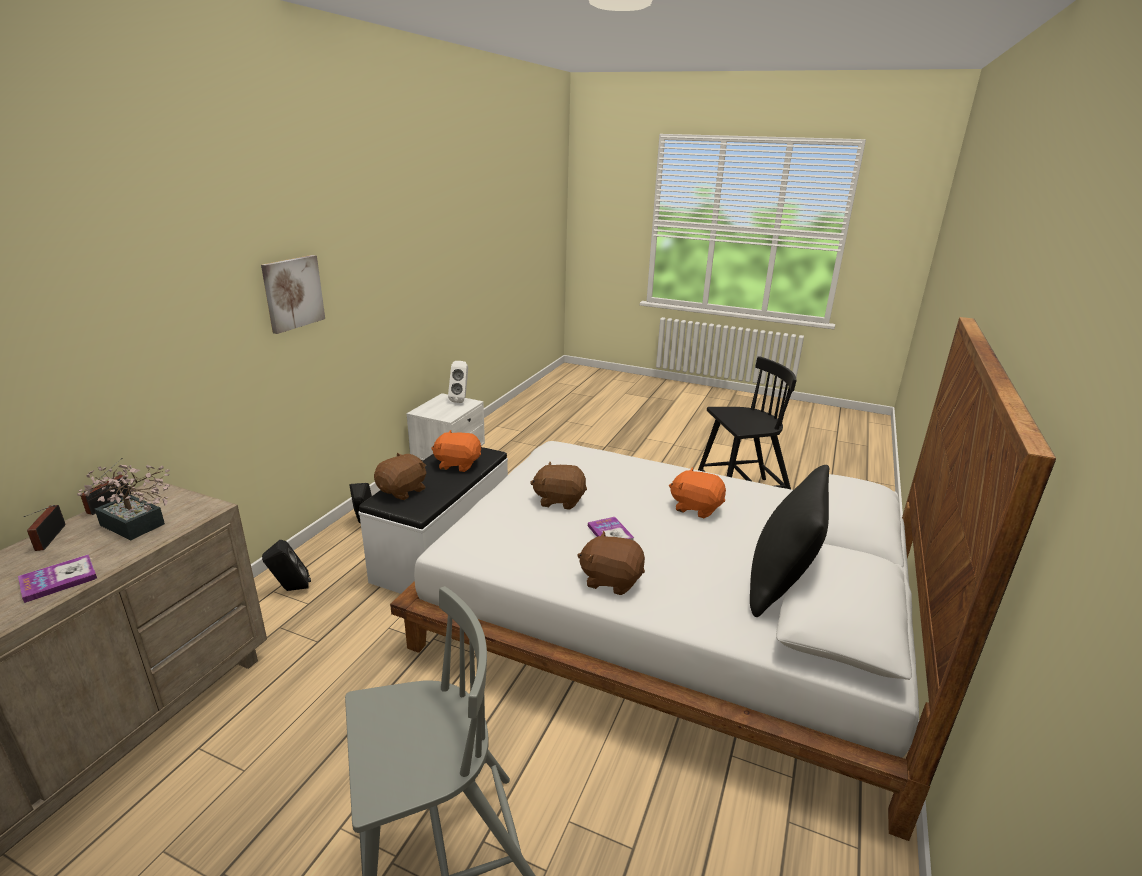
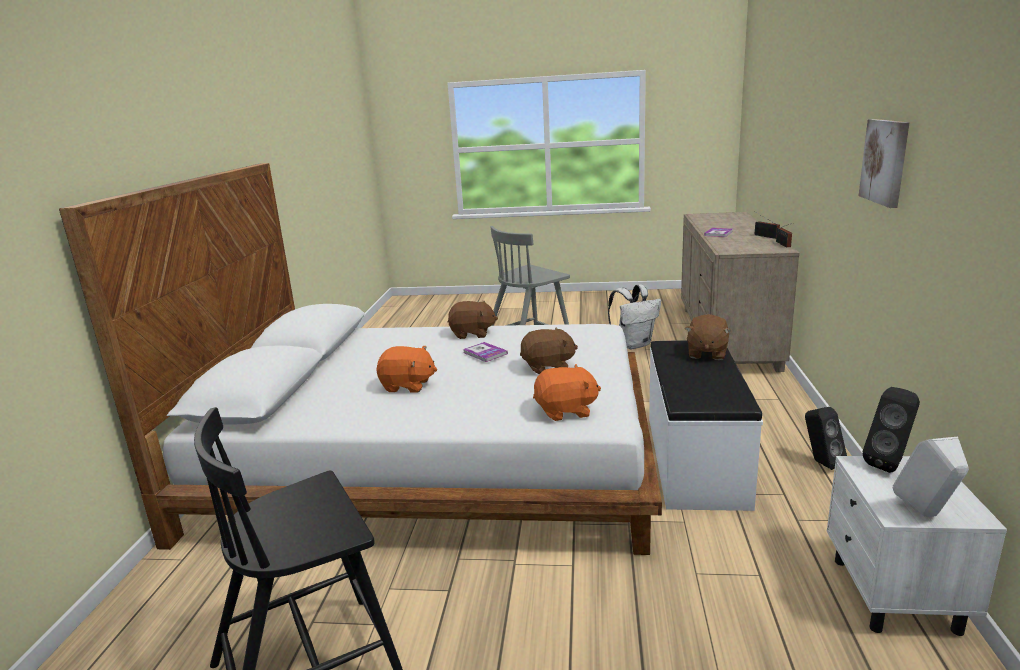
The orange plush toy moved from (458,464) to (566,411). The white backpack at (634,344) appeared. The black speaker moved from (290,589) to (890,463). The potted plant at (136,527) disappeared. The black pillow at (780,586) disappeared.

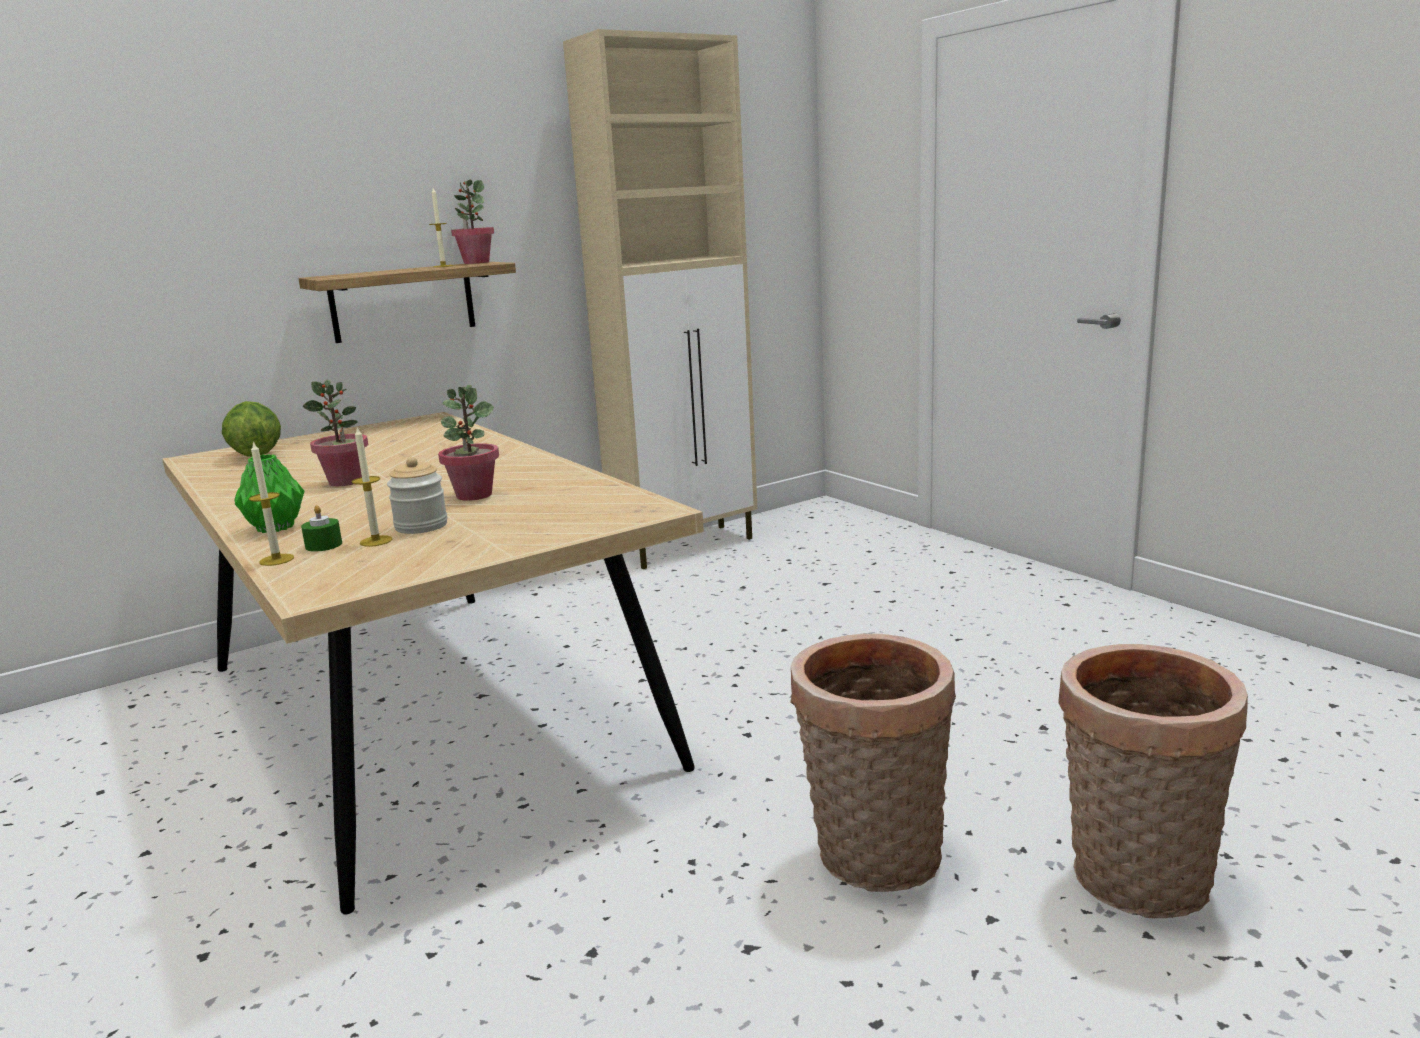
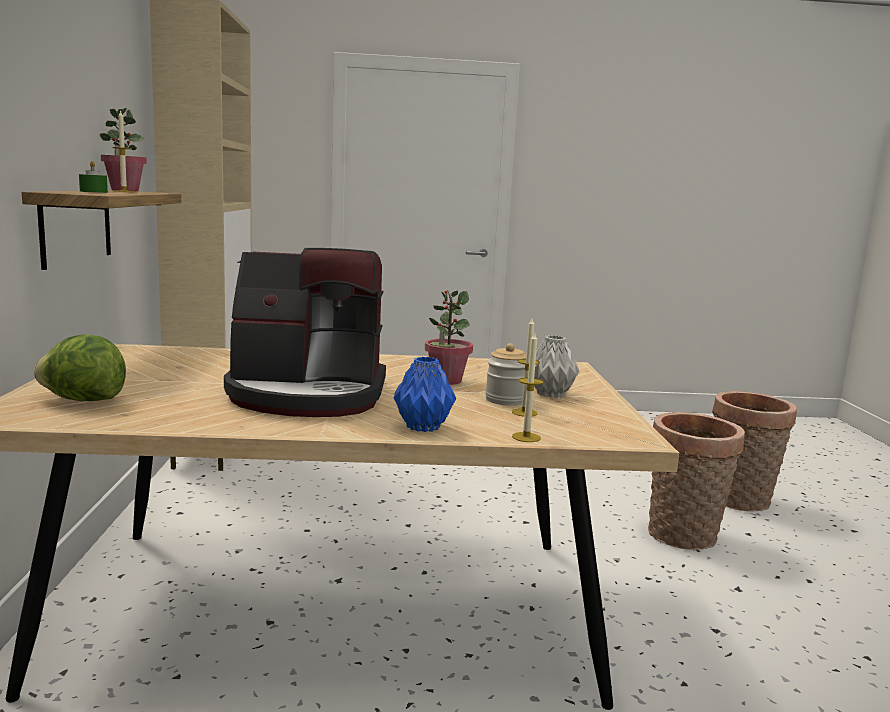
The green candle moved from (323,545) to (93,192). The potted plant at (346,482) was replaced by the coffee machine at (308,395). The green vase at (276,527) became the blue vase at (422,427). The grey vase at (551,394) appeared.

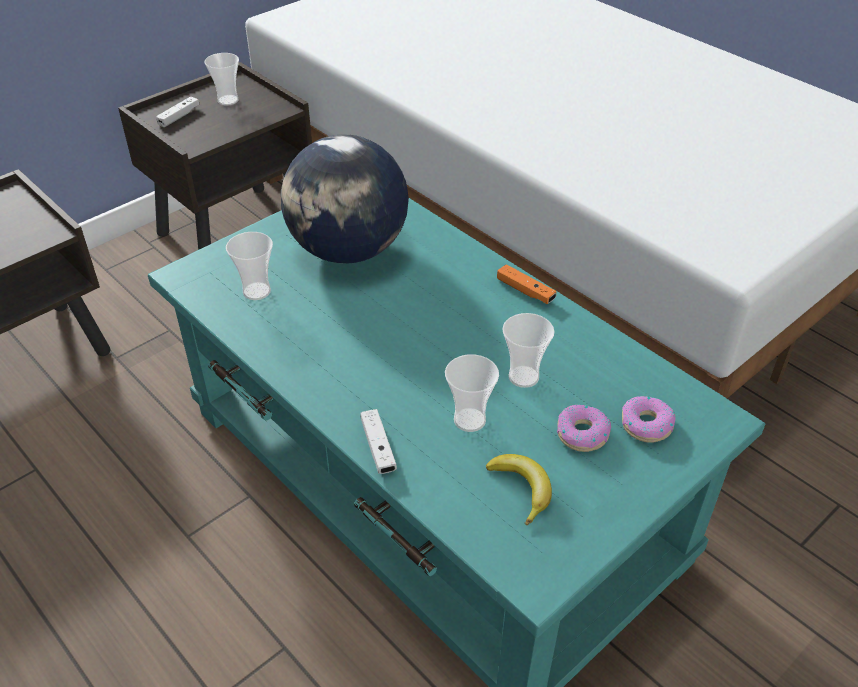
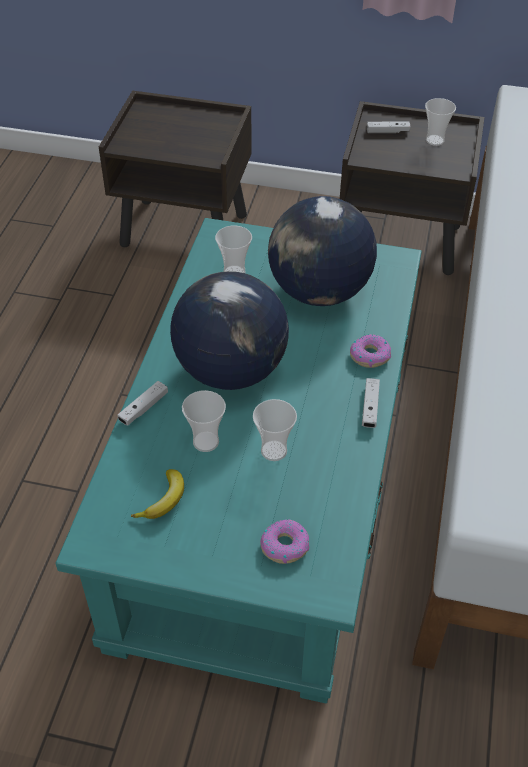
The globe at (231,370) appeared. The donut moved from (582,433) to (369,355). The orange game controller at (525,291) became the white game controller at (370,408).

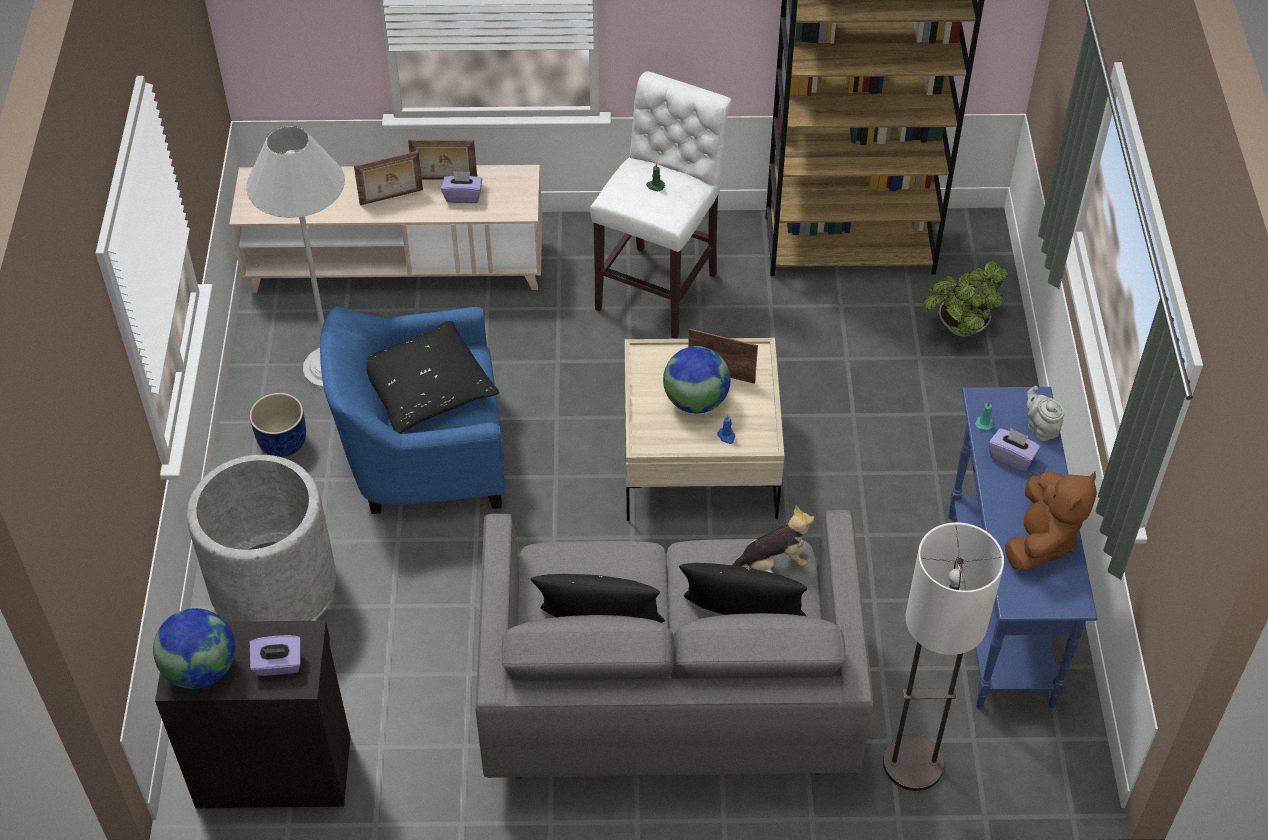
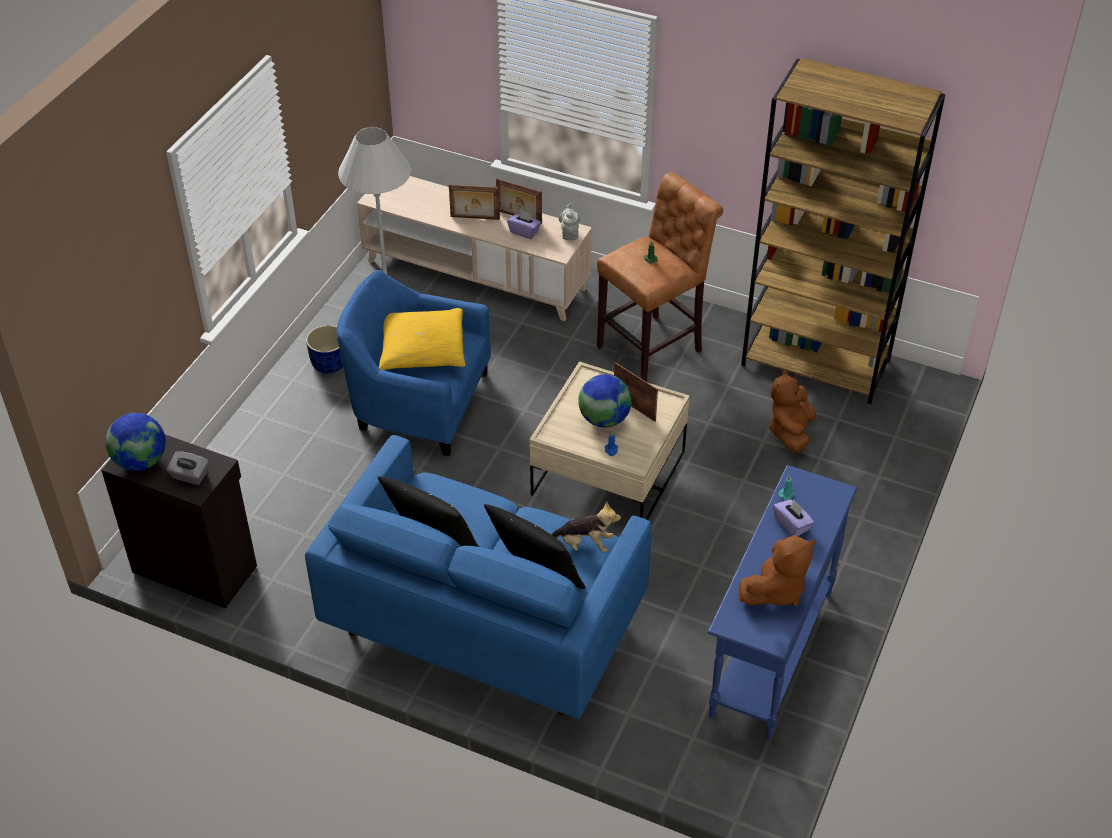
The purple tissue box at (278,665) became the grey tissue box at (189,476). The grey sofa at (667,699) became the blue sofa at (484,623). The black pillow at (426,388) became the yellow pillow at (422,349). The grey teapot moved from (1040,428) to (569,233). The white stool at (660,287) became the brown stool at (654,347). The brown plush toy at (790,432) appeared. The grey planter at (273,584) disappeared. The floor lamp at (912,764) disappeared. The potted plant at (959,328) disappeared.

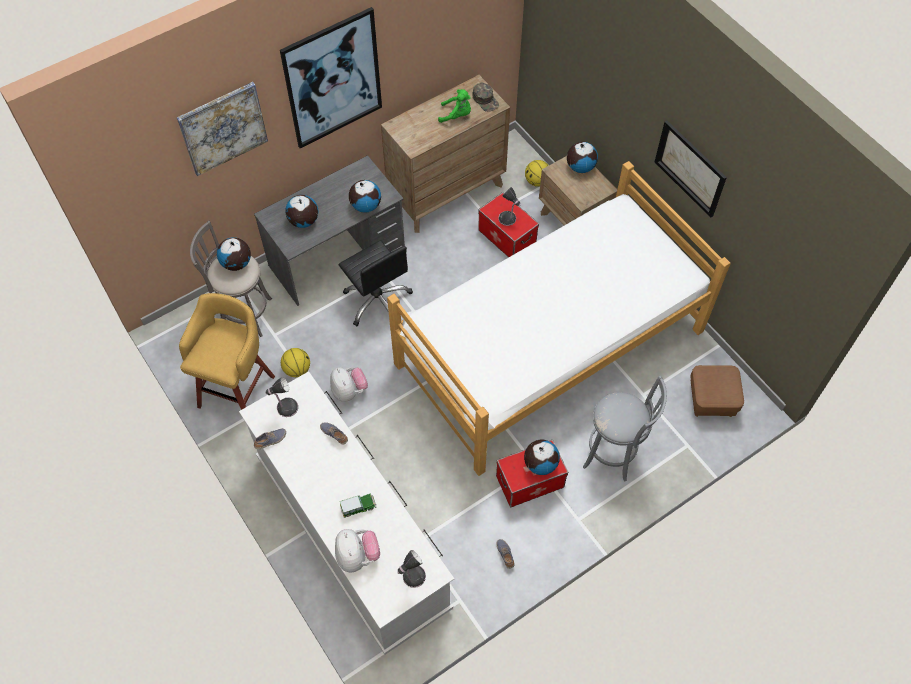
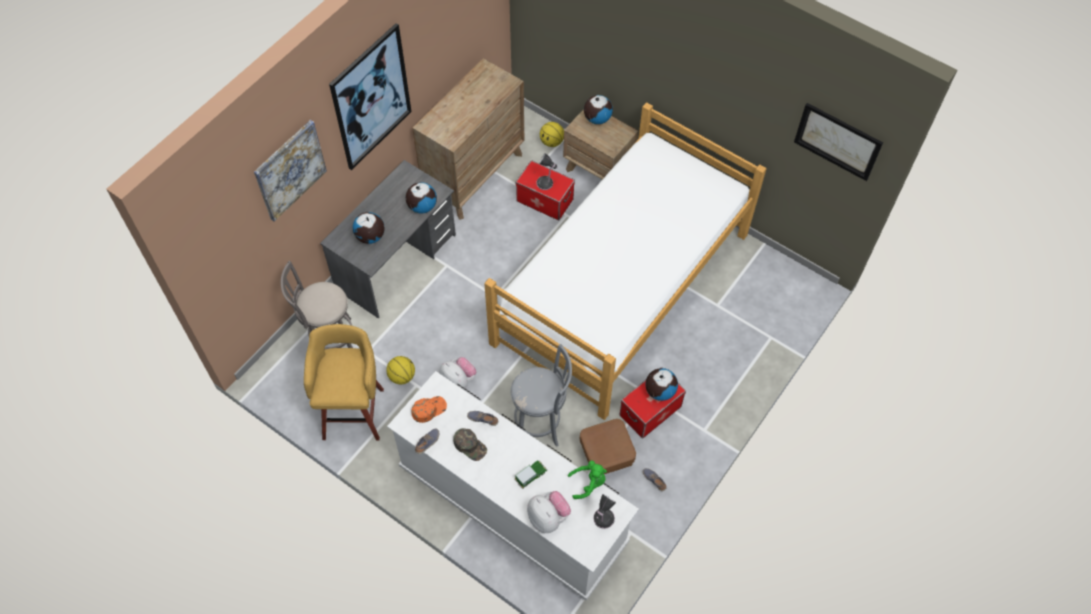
The table lamp at (286,407) was replaced by the orange cap at (428,409). The green cap moved from (485,100) to (470,445). The grey stool moved from (614,454) to (540,424). The green plush toy moved from (457,115) to (588,483). The brown ottoman moved from (711,400) to (606,456). The picture moved from (690,168) to (837,141). The globe at (237,263) disappeared. The black office chair at (378,301) disappeared.

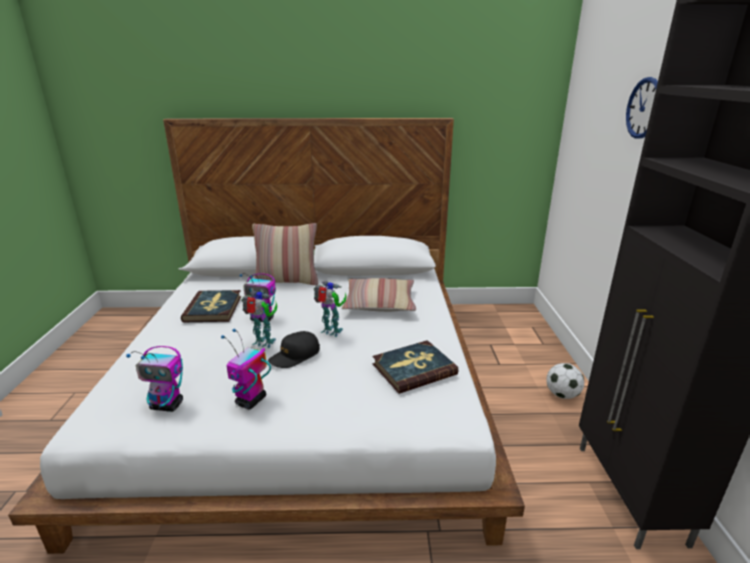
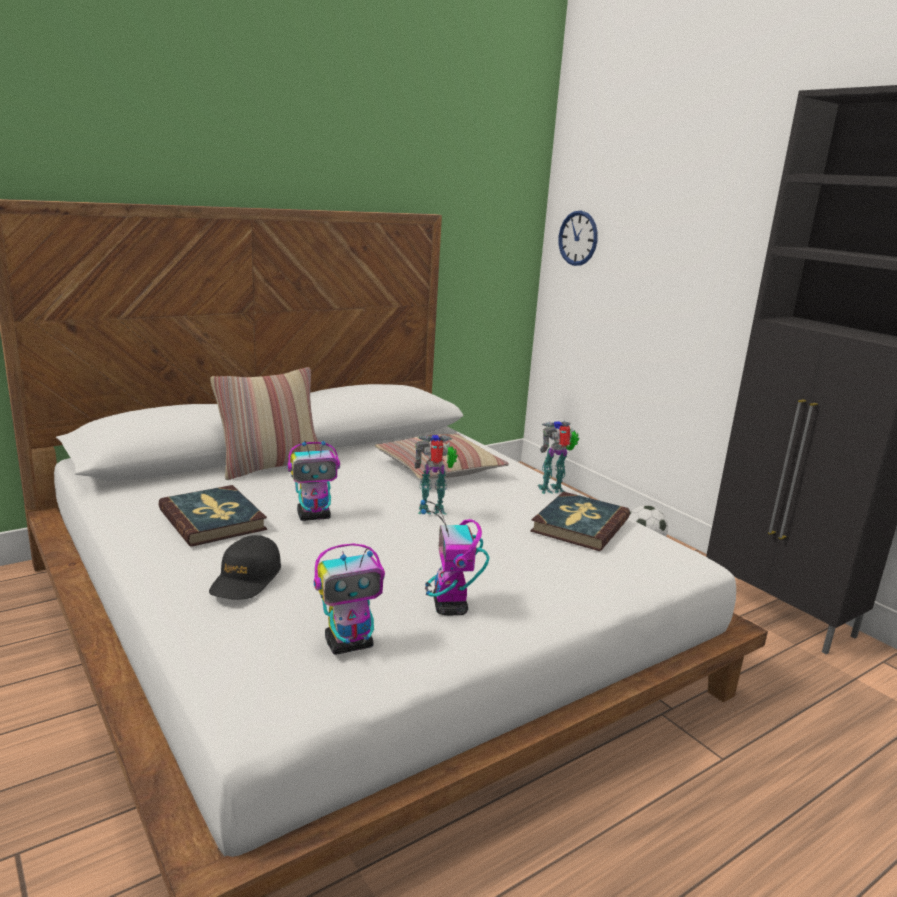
The black cap moved from (295,356) to (246,579). The toy robot moved from (264,343) to (553,490). The wall clock moved from (644,108) to (578,238).

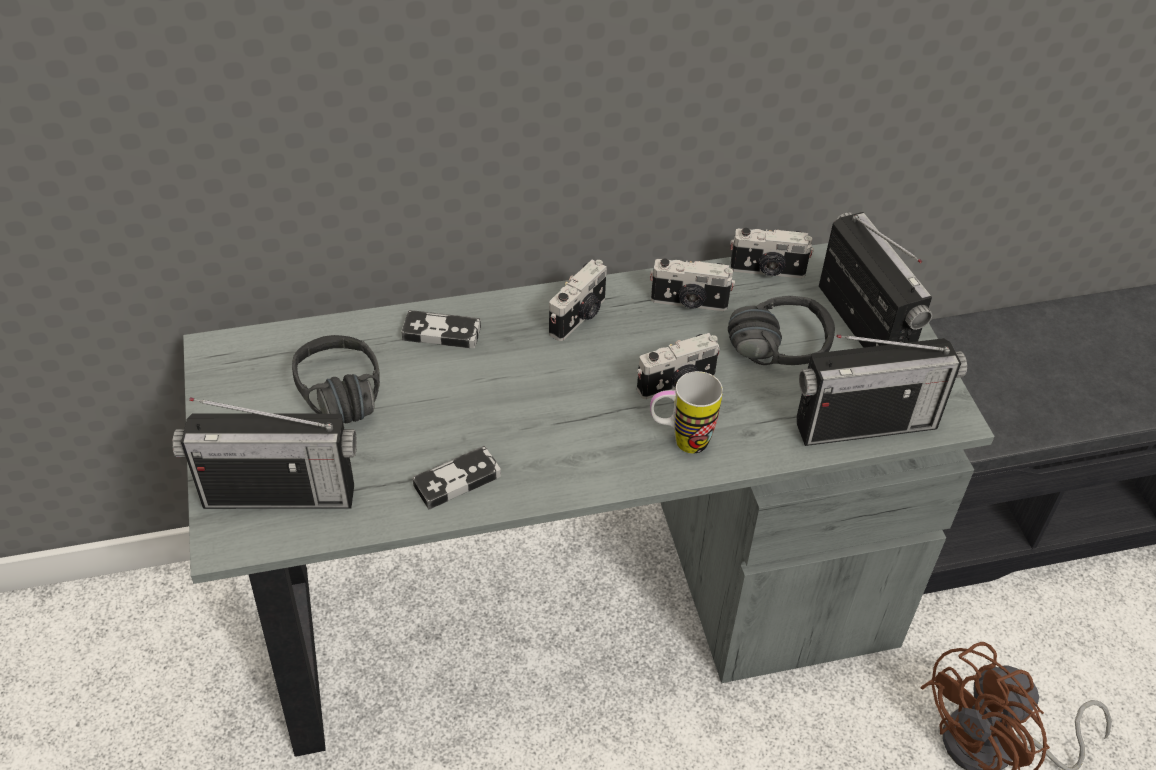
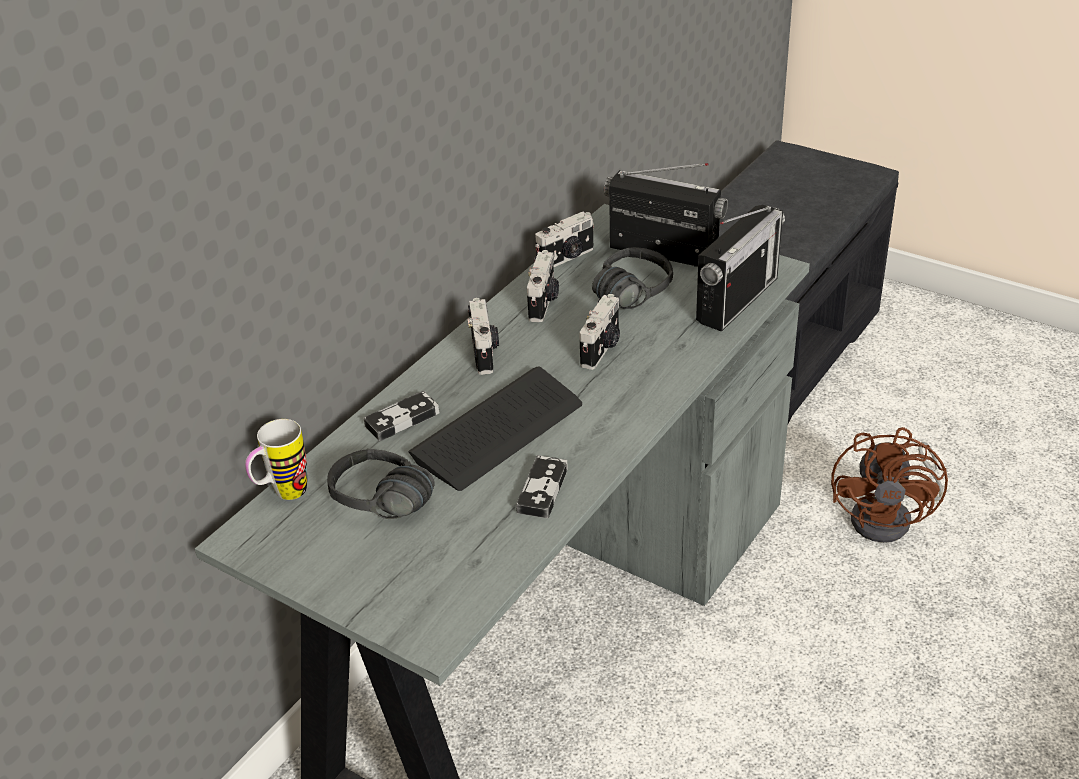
The mug moved from (680,441) to (282,495). The keyboard at (498,431) appeared. The photo camera at (689,303) turned 45 degrees counterclockwise. The radio at (280,493) disappeared.

